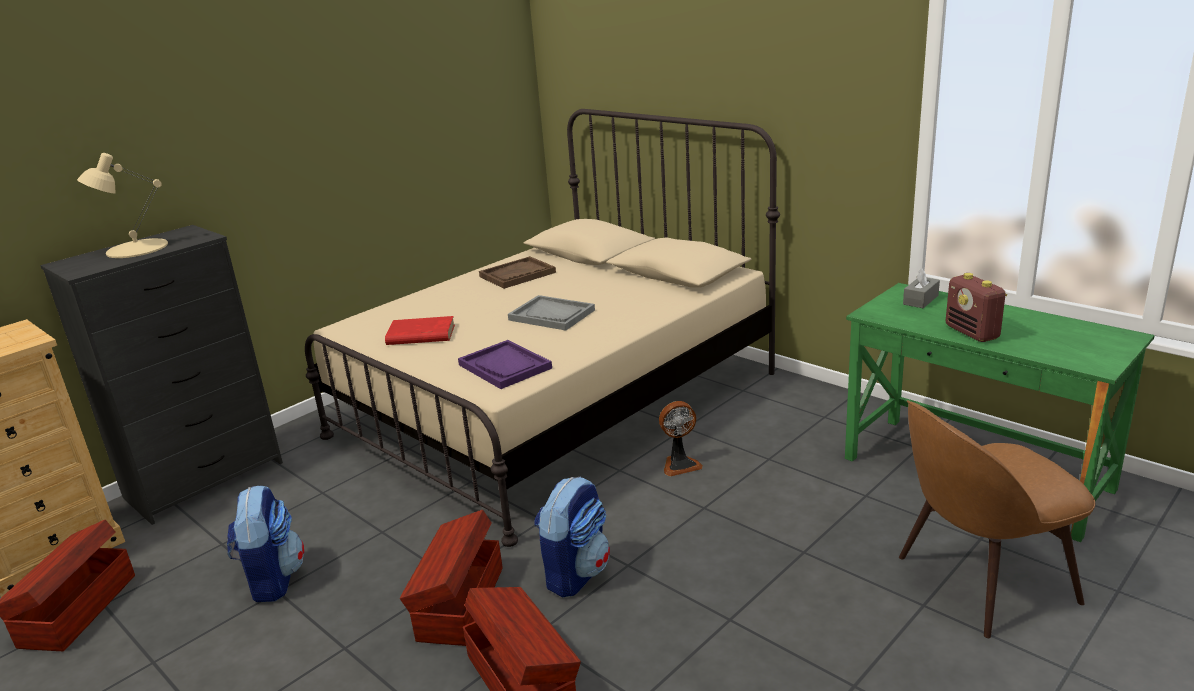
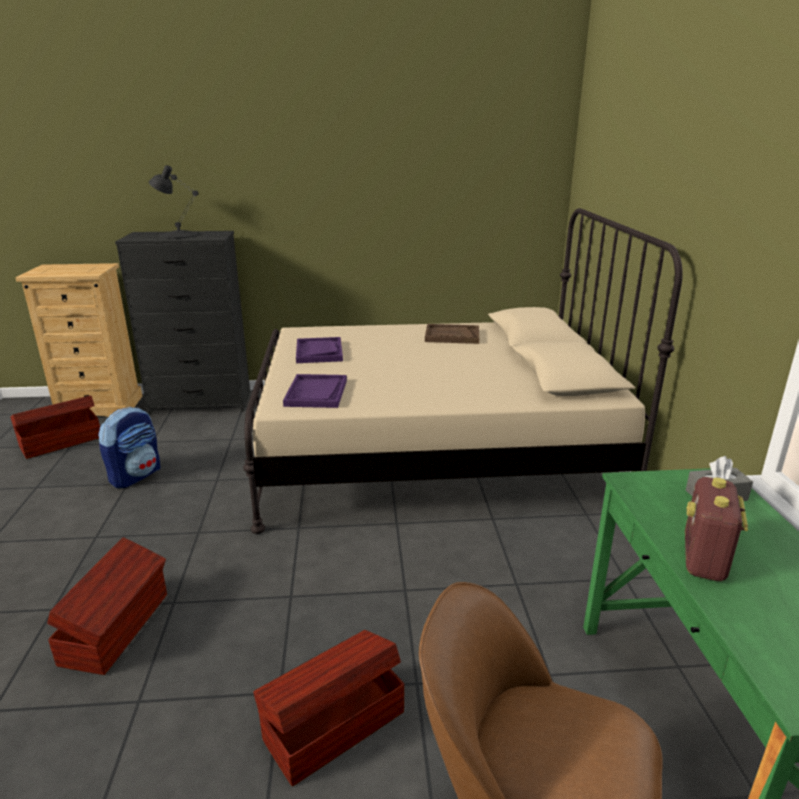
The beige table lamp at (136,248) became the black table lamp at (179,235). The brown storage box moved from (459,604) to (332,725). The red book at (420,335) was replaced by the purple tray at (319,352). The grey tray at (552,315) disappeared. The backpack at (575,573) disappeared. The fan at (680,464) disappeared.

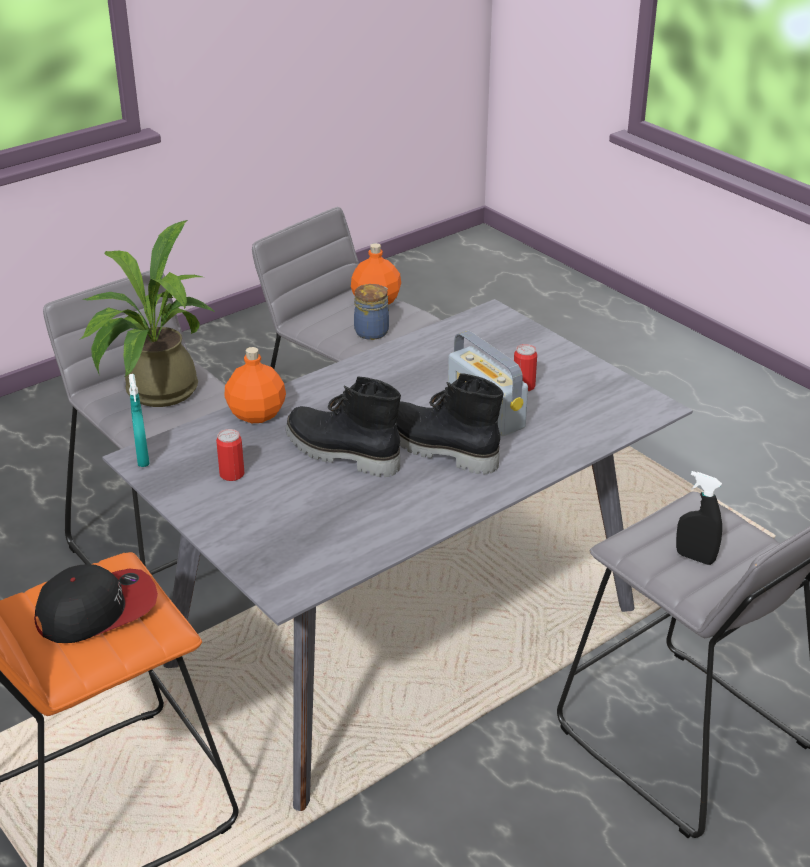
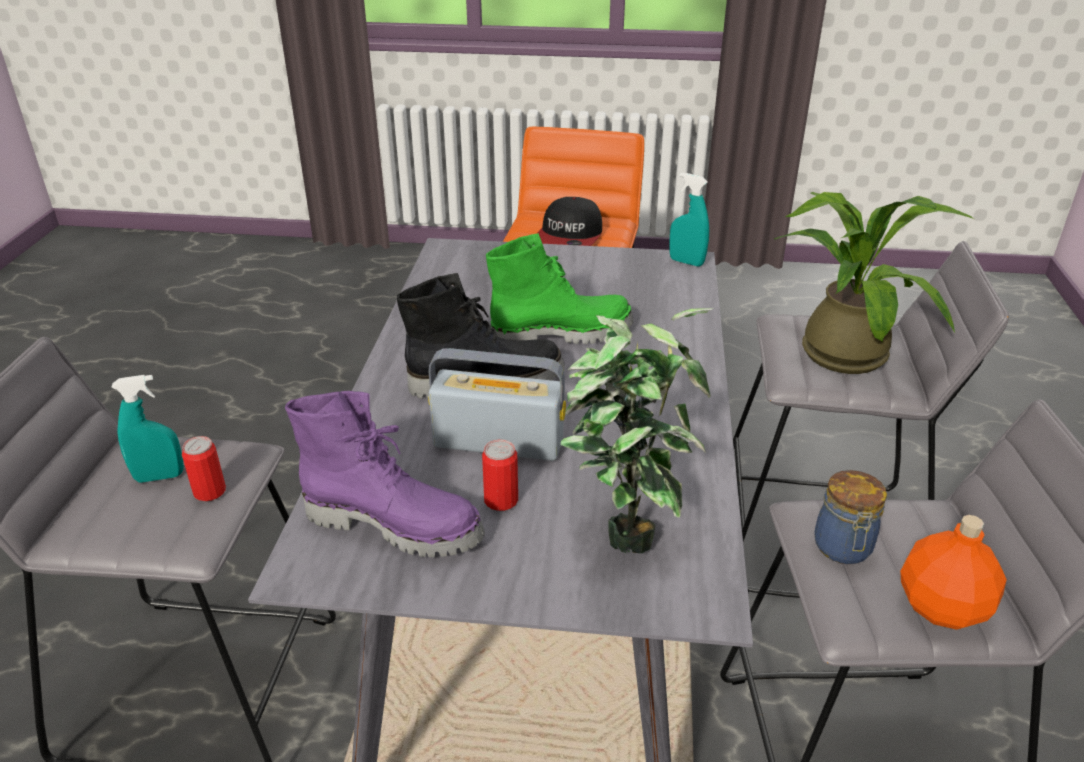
The black spray bottle at (695,557) became the turquoise spray bottle at (159,477). The can moved from (232,474) to (210,491). The purple boot at (395,524) appeared. The black boot at (340,454) became the green boot at (561,334). The potted plant at (626,524) appeared. The orange bottle at (257,414) disappeared.

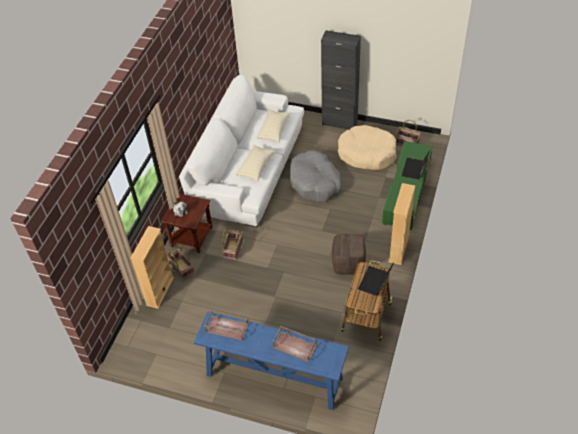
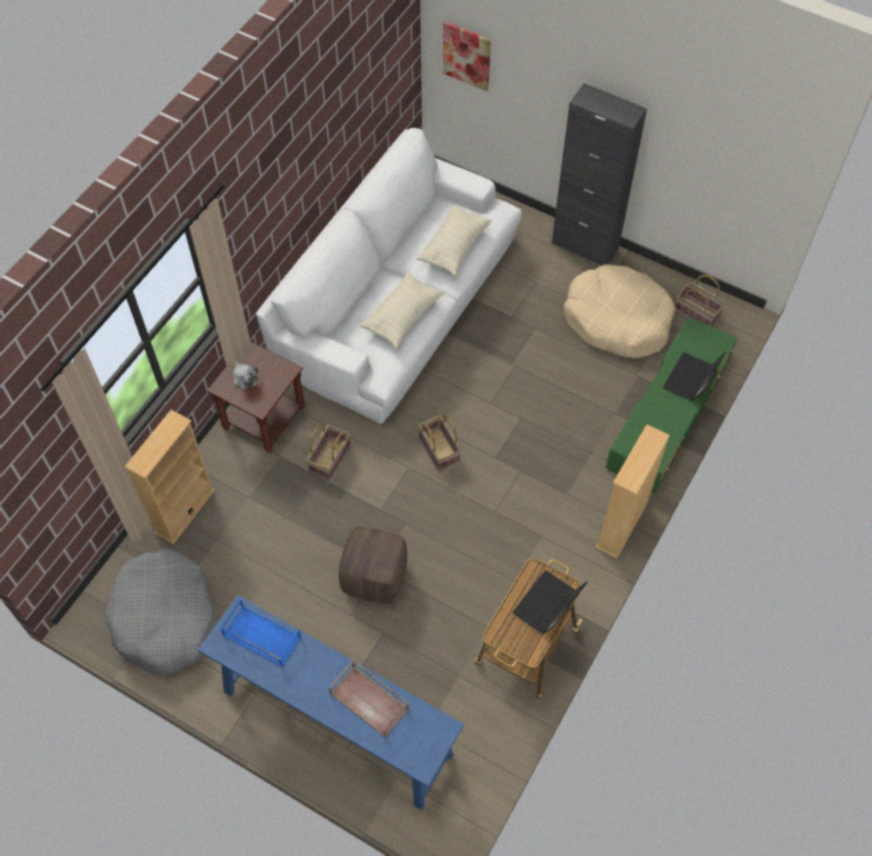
The grey dog bed moved from (315,182) to (165,618). The brown tray at (226,328) became the blue tray at (261,636). The brown ottoman moved from (348,264) to (374,578). The basket moved from (182,268) to (440,450). The picture at (467,55) appeared.

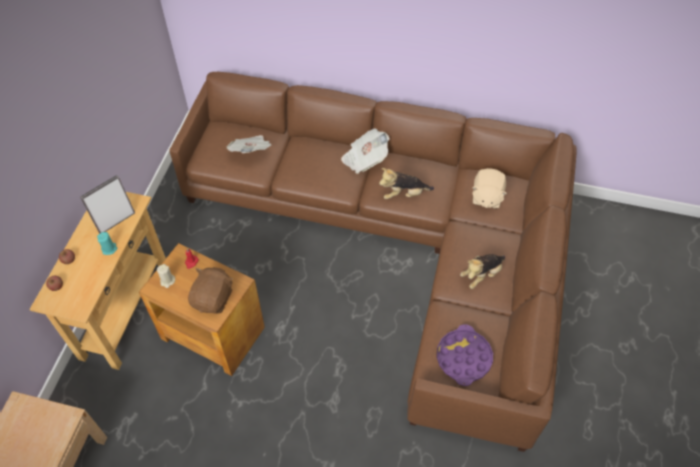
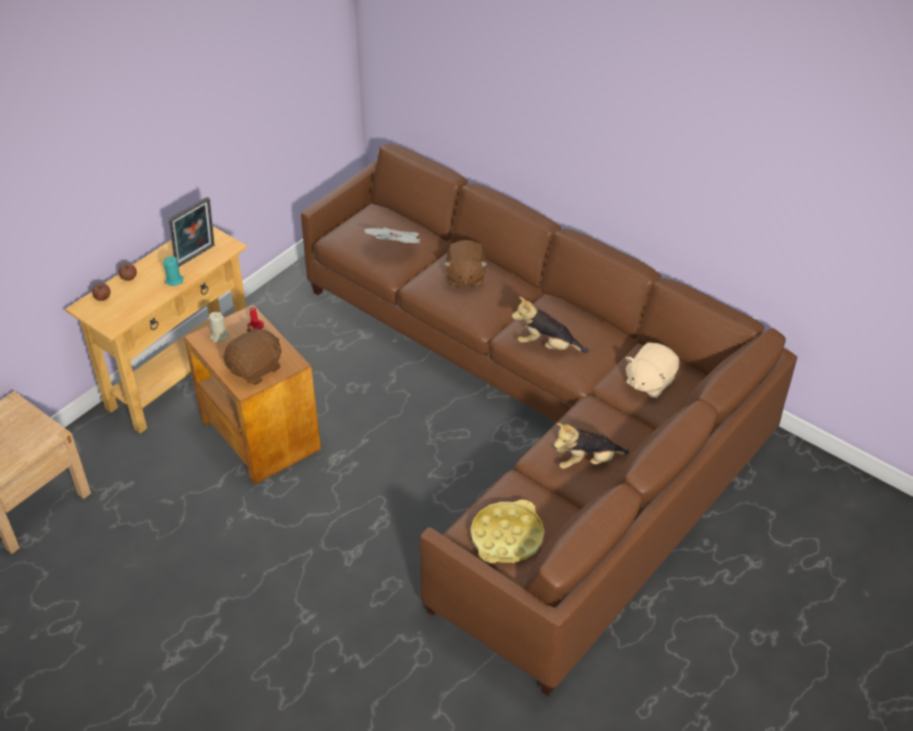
The picture frame at (115,221) turned 150 degrees clockwise. The brown plush toy at (465,277) appeared. The purple tray at (463,358) became the yellow tray at (507,537). The newspaper at (364,159) disappeared.

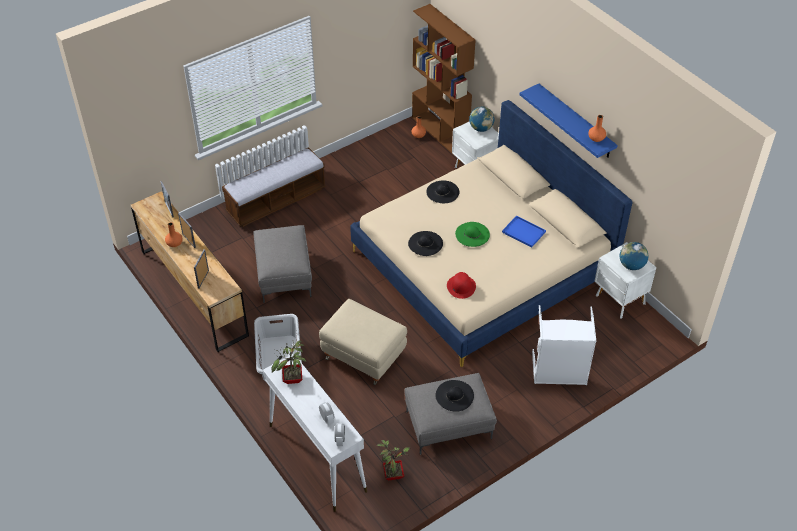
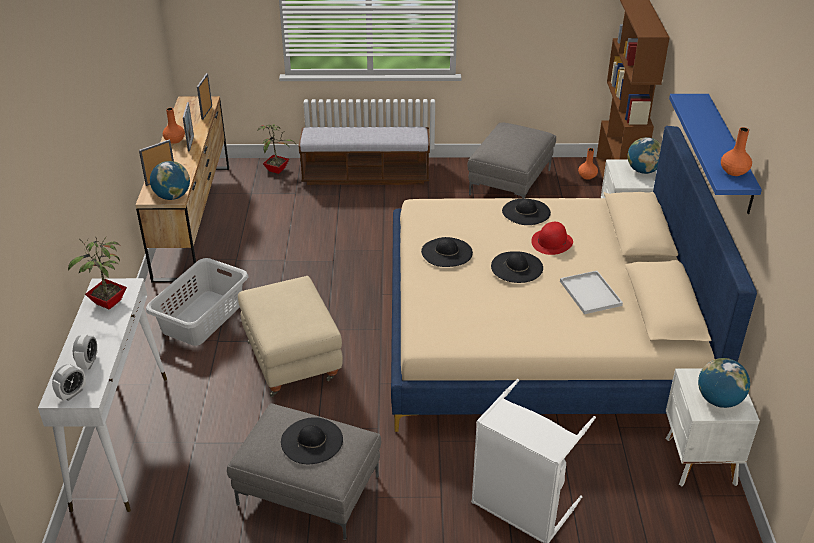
The globe at (172,196) appeared. The potted plant moved from (393,474) to (277,169). The grey ottoman moved from (283,274) to (509,181). The green hat at (472,234) became the black hat at (517,267). The red hat moved from (461,286) to (552,242). The blue tray at (522,232) became the white tray at (589,292).

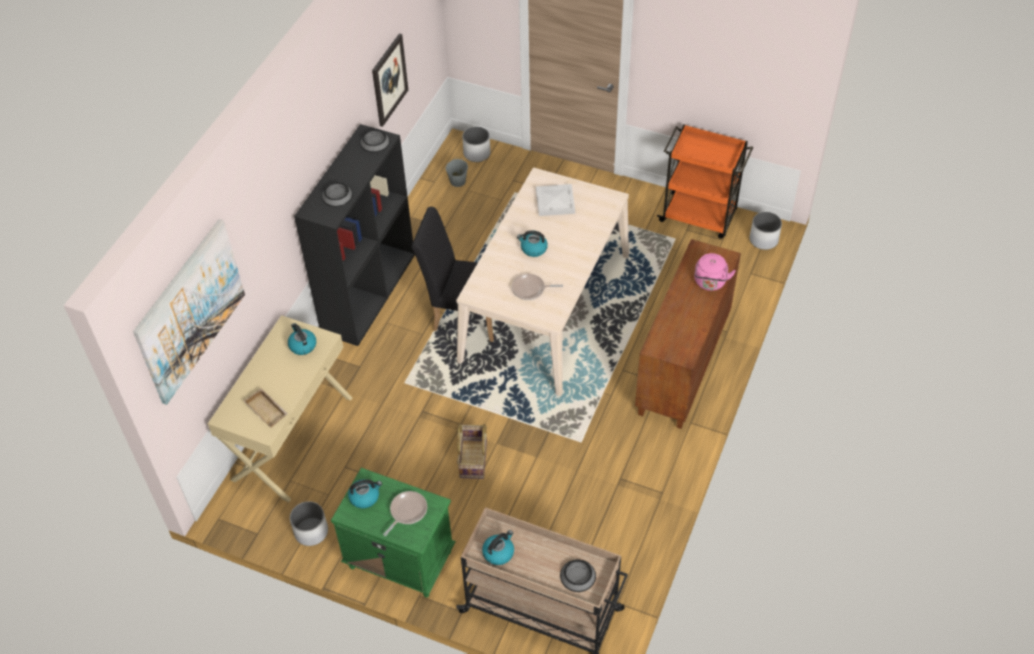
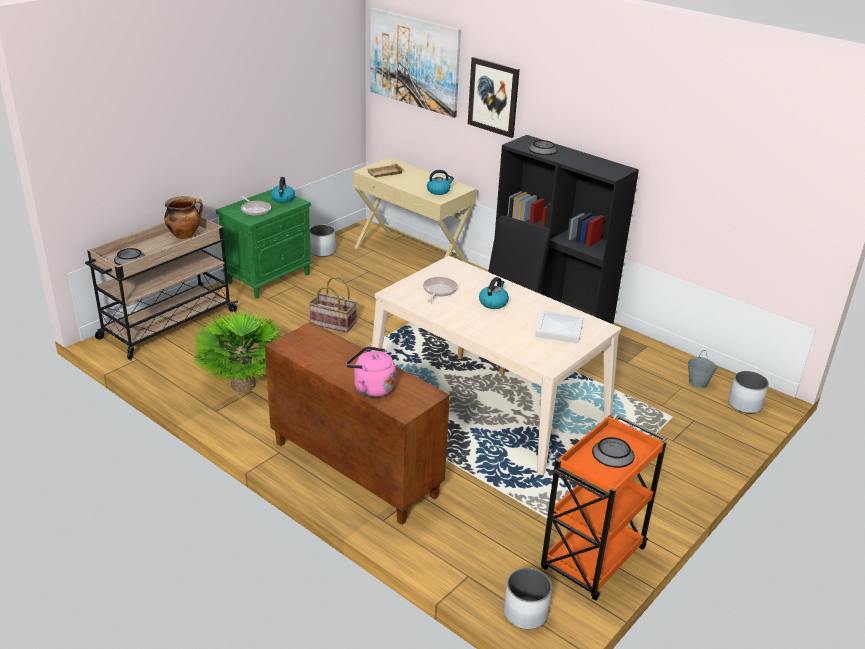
The kettle at (498,552) was replaced by the cooking pot at (185,235). The potted plant at (243,385) appeared. The picture moved from (389,80) to (493,97). The bowl moved from (374,142) to (613,453).

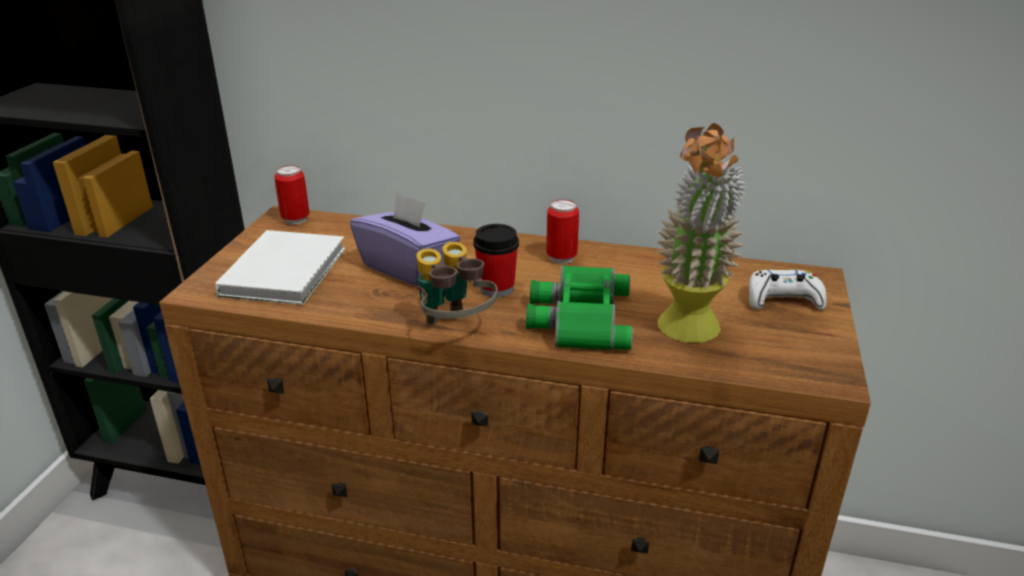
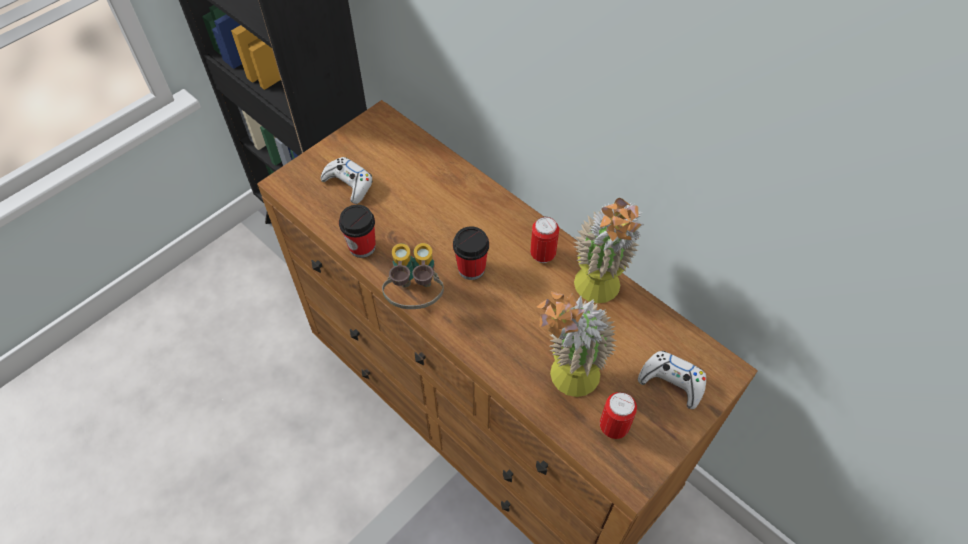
The white book at (287,270) was replaced by the white game controller at (349,184). The cup at (362,247) appeared. The potted plant at (597,294) appeared. The can moved from (295,219) to (613,427). The purple tissue box at (408,268) disappeared. The green binoculars at (578,317) disappeared.

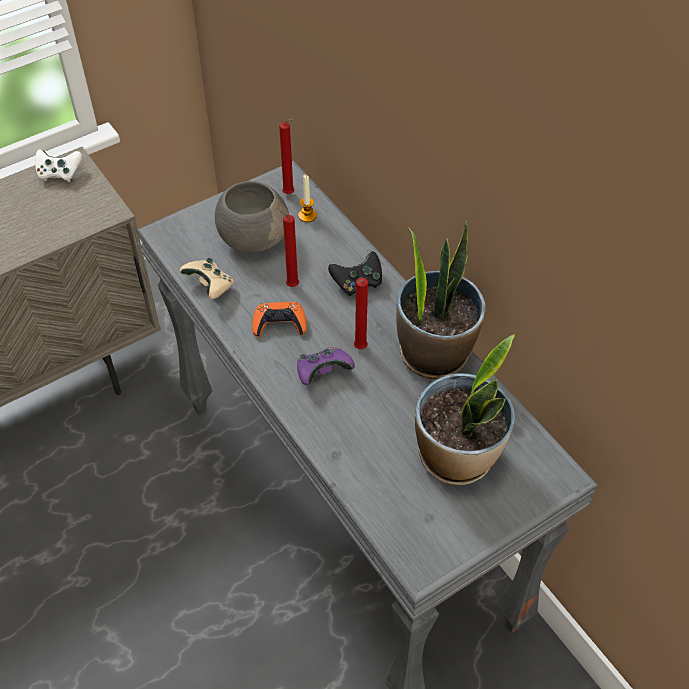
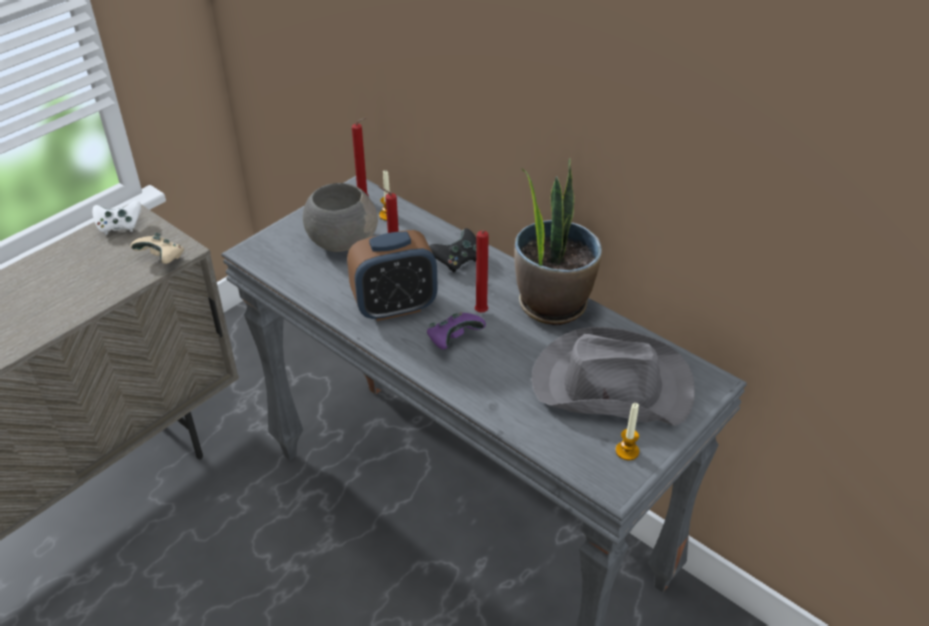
The beige game controller moved from (210,287) to (162,258). The orange game controller at (279,324) was replaced by the alarm clock at (395,307). The potted plant at (457,457) was replaced by the grey hat at (610,384). The candle at (627,451) appeared.

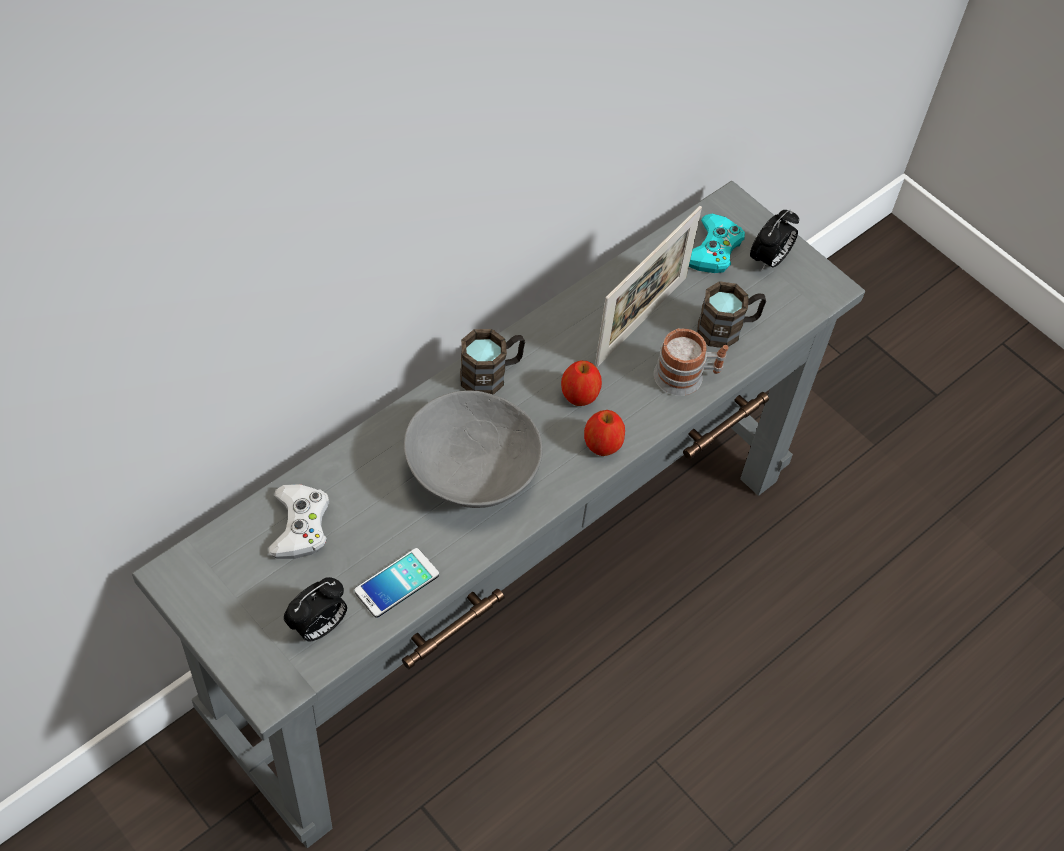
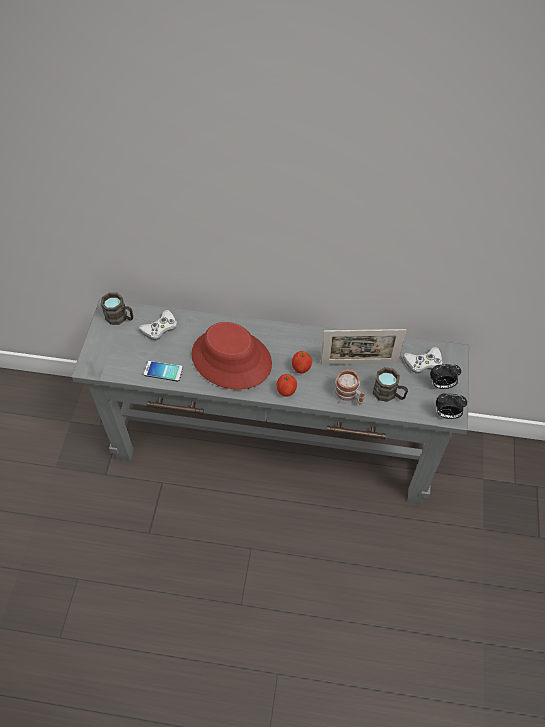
The brown mug moved from (491,374) to (120,318). The grey bowl at (470,473) was replaced by the red hat at (231,359). The turquoise game controller at (712,250) became the white game controller at (423,362). The alarm clock moved from (318,627) to (446,414).

